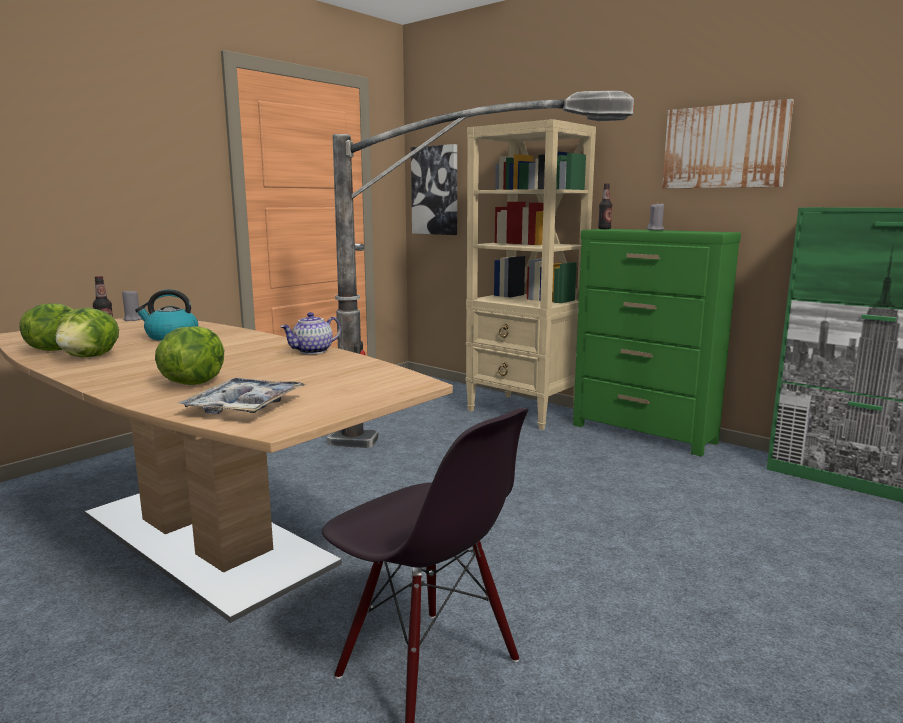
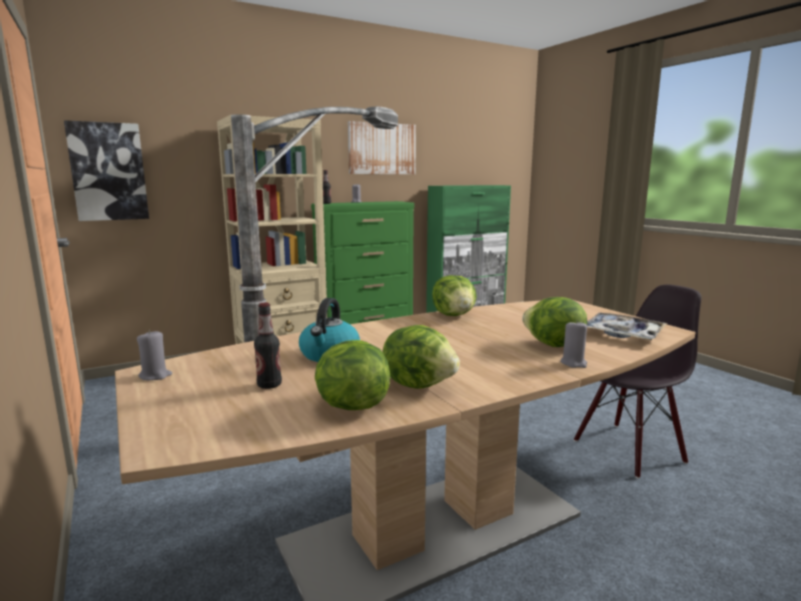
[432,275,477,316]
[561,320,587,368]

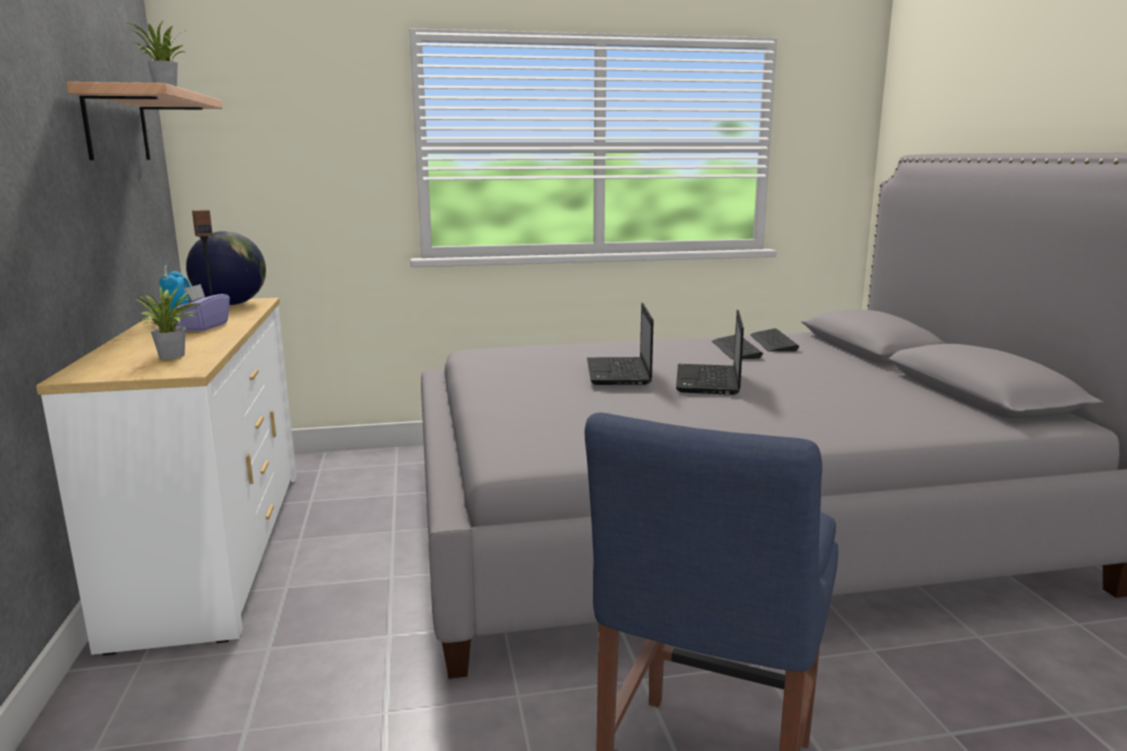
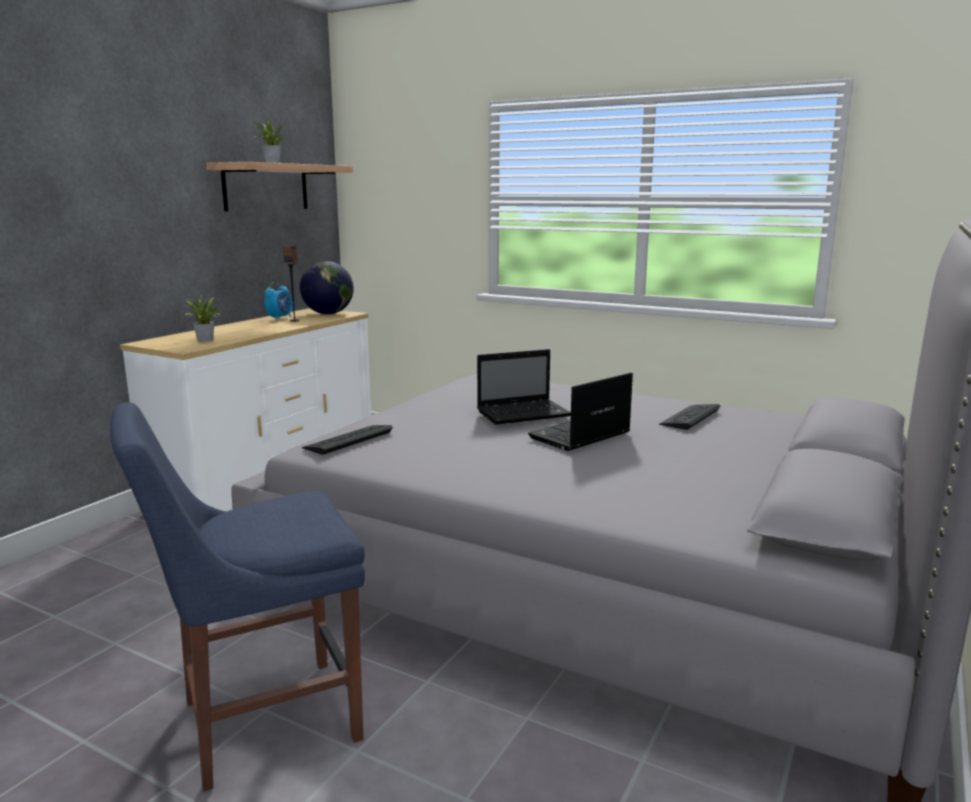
[302,425,393,455]
[477,349,571,425]
[170,284,230,331] (first image)

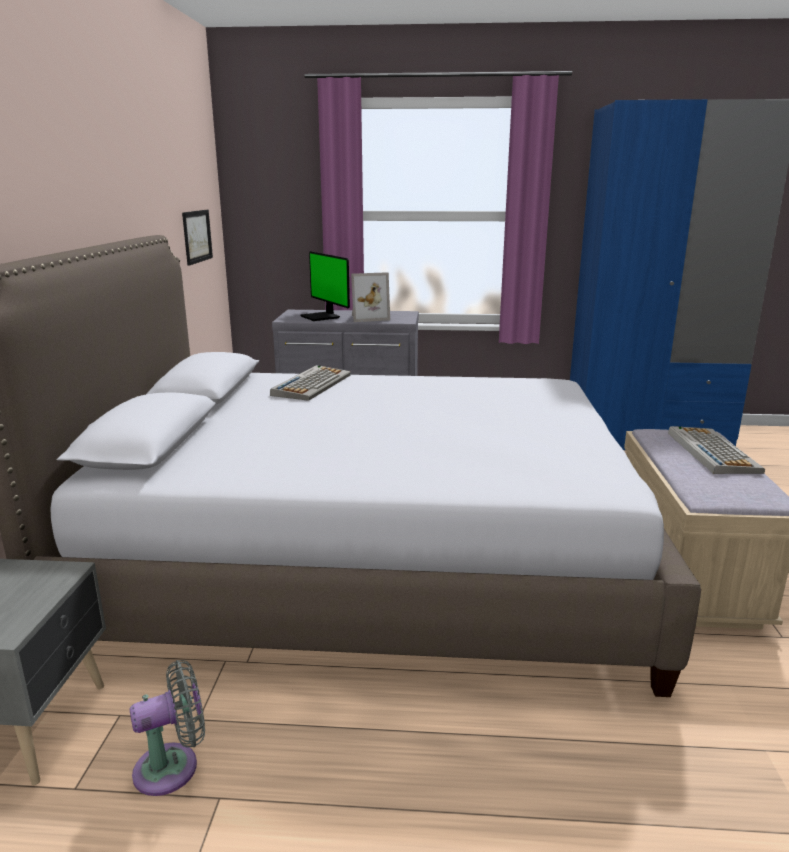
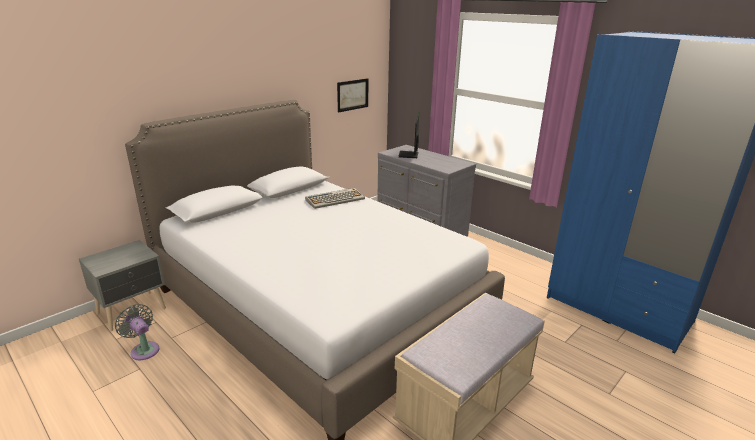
[115,304,159,360]
[351,272,390,322] (first image)
[668,426,765,474] (first image)

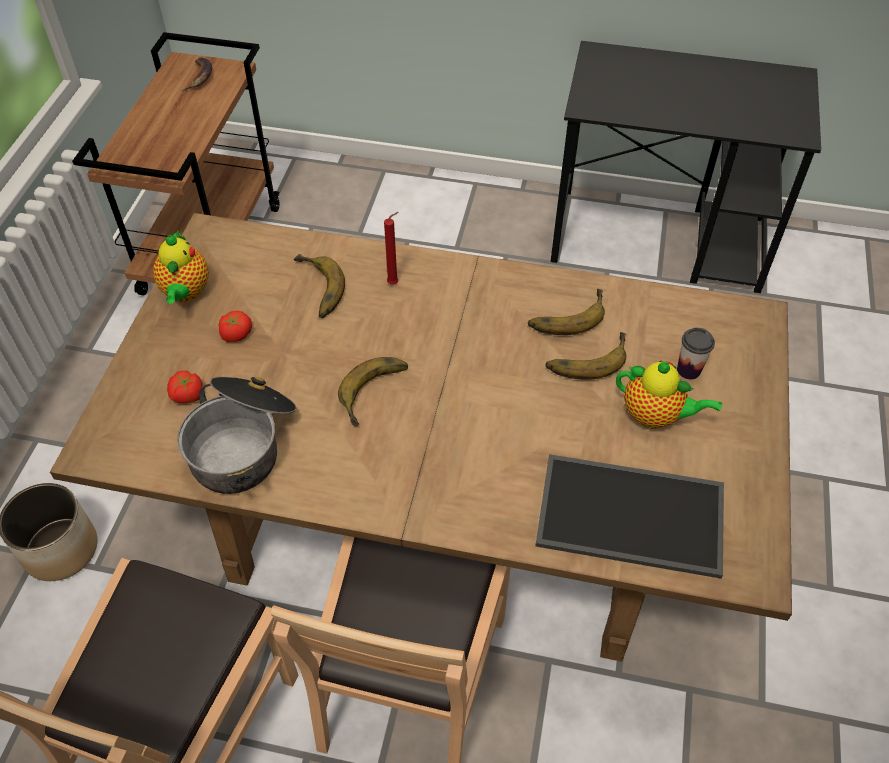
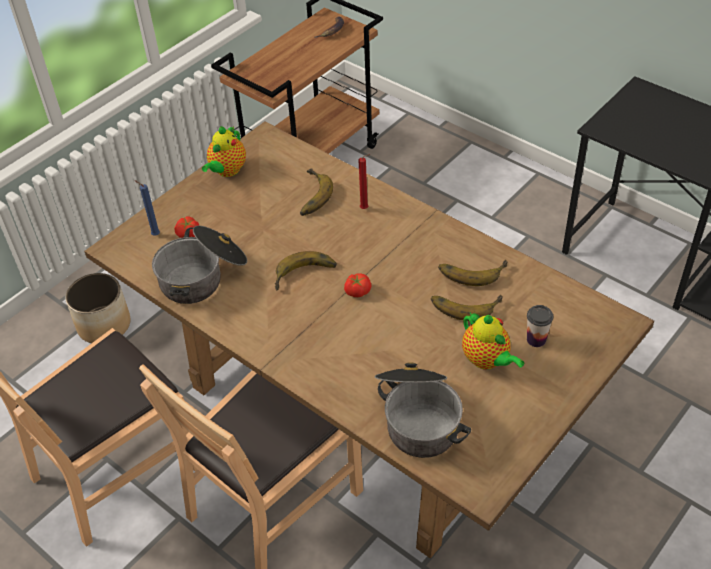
[134,180,160,236]
[344,273,372,297]
[375,363,471,458]

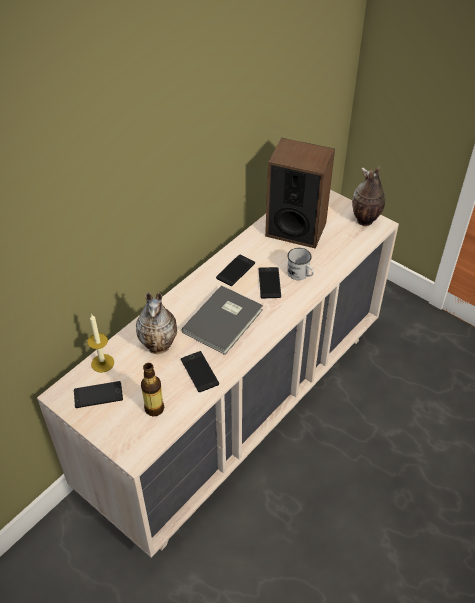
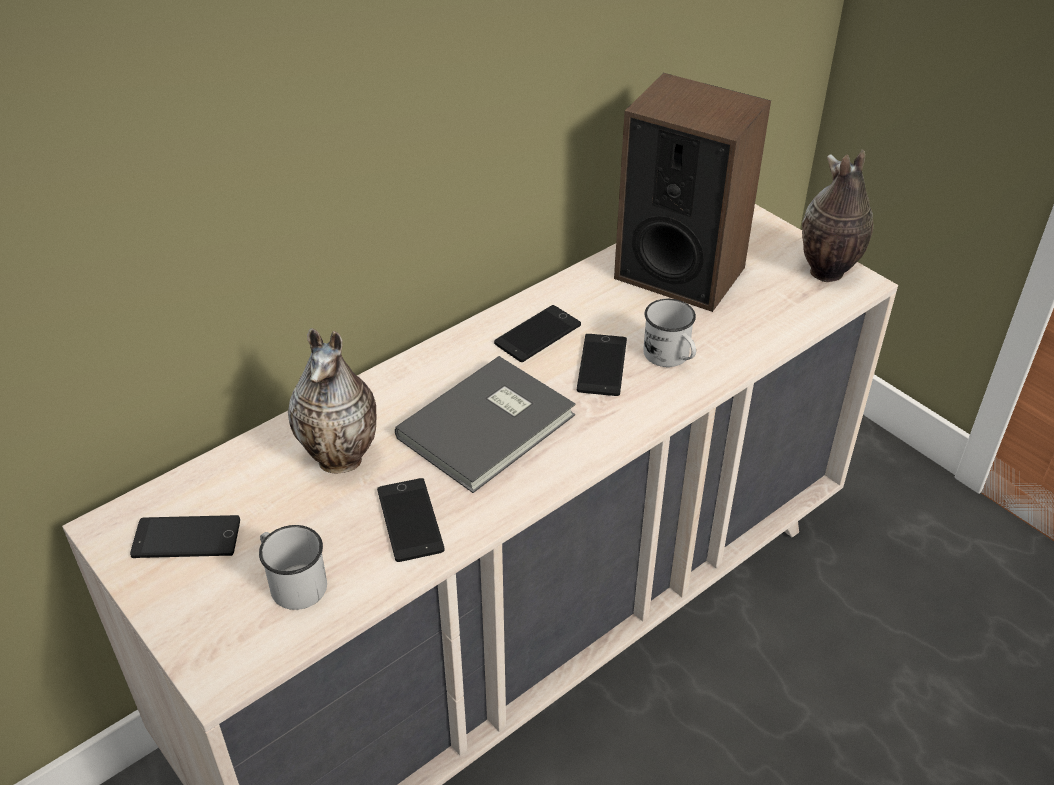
[259,525,327,610]
[88,315,114,373] (first image)

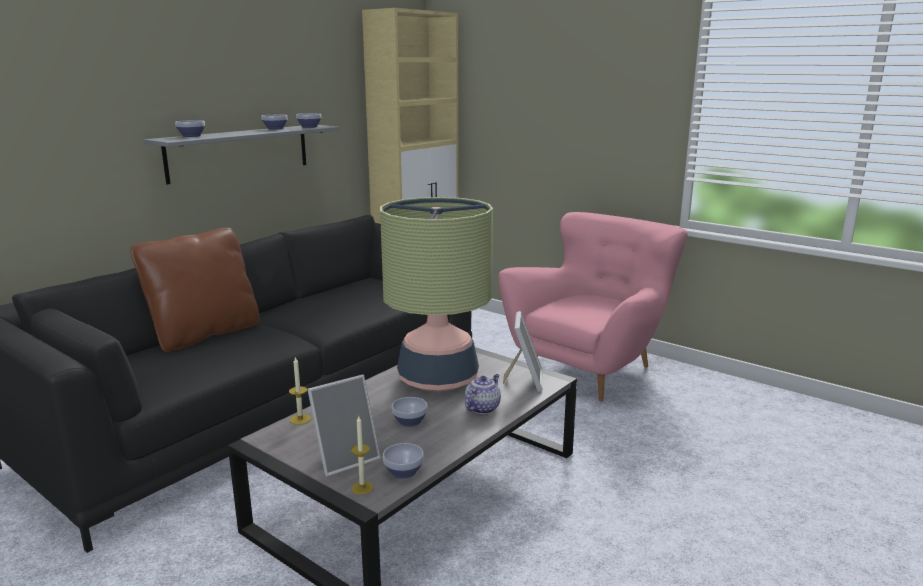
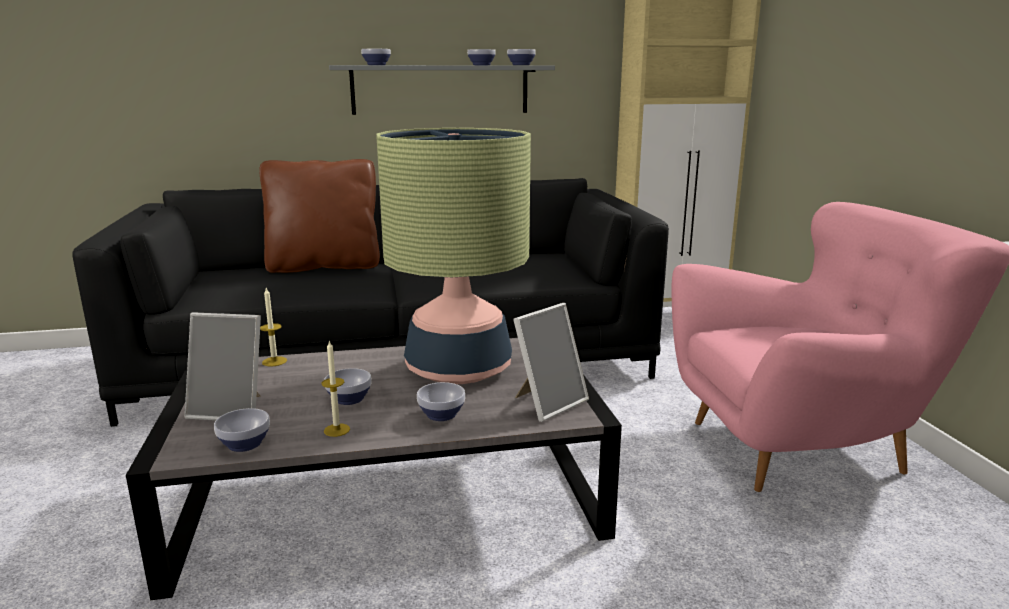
[321,340,350,437]
[417,382,465,421]

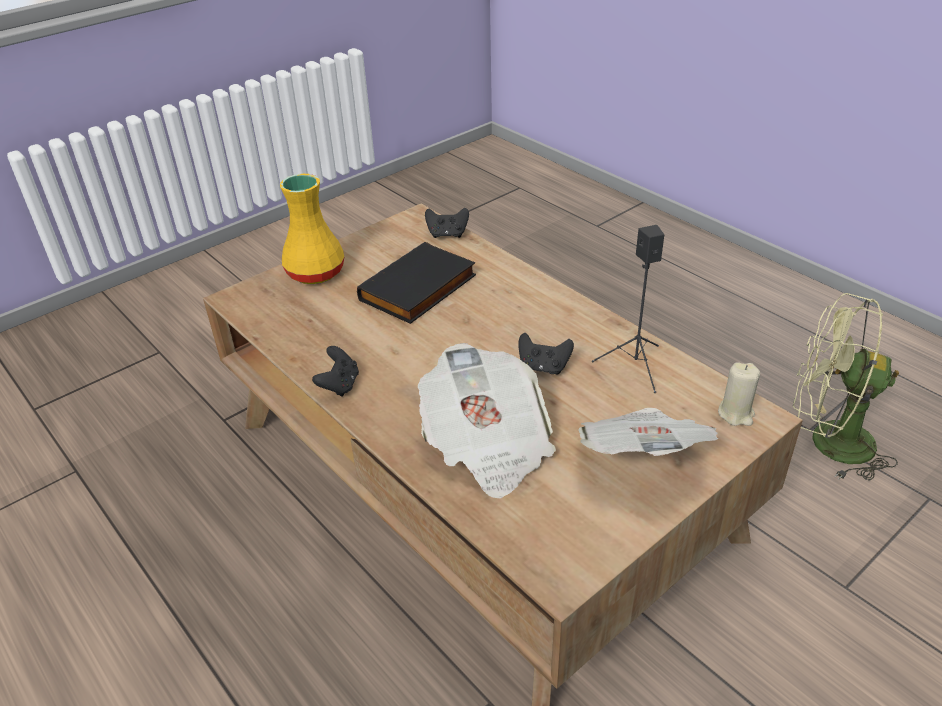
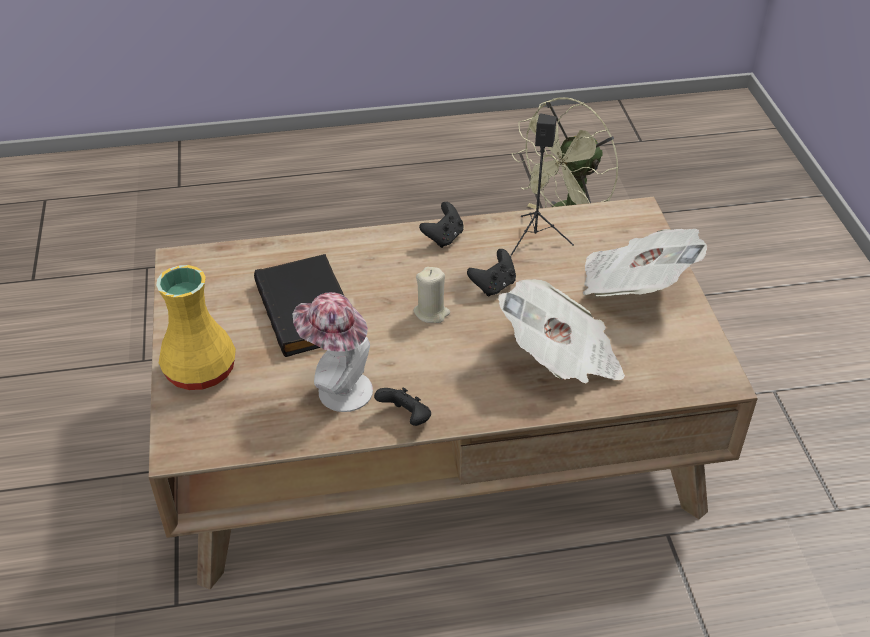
[293,292,373,412]
[413,267,450,323]
[419,202,463,248]

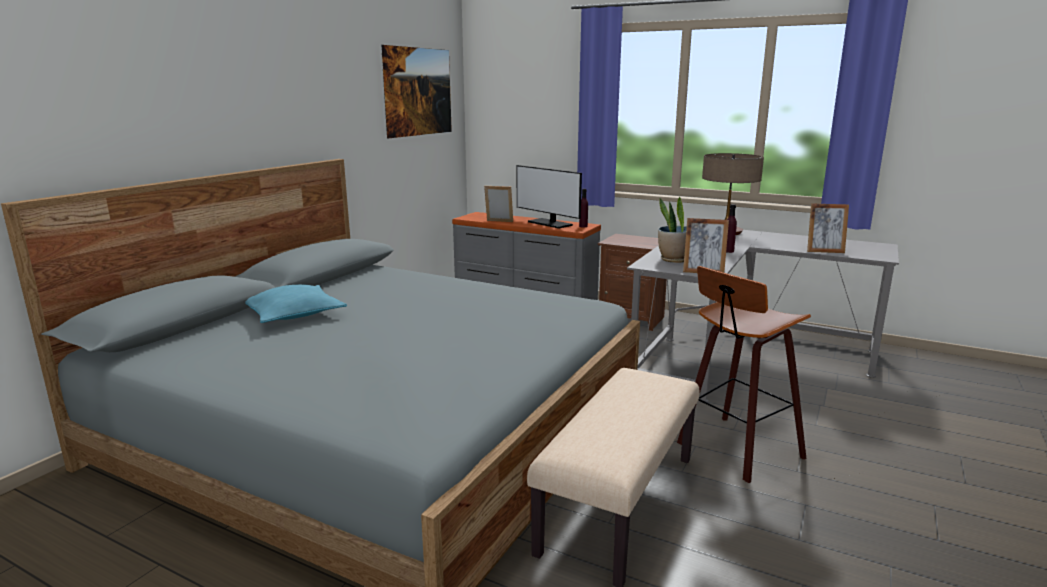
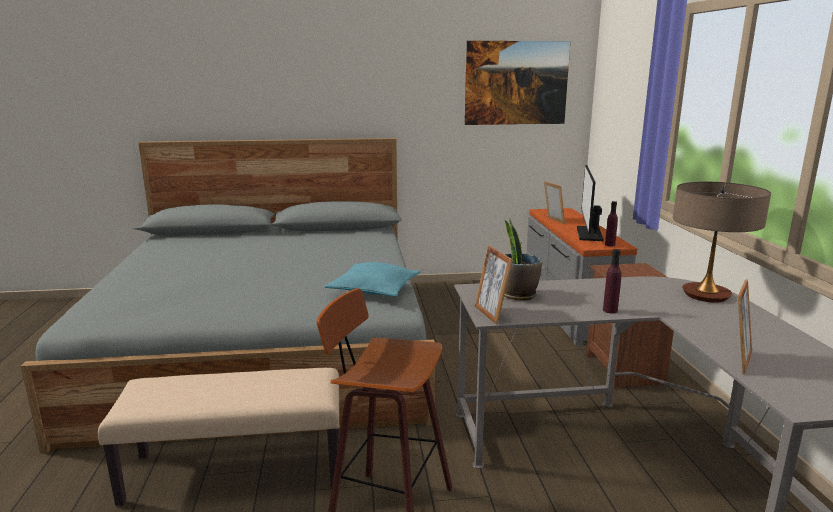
[325,262,421,297]
[738,279,752,374]

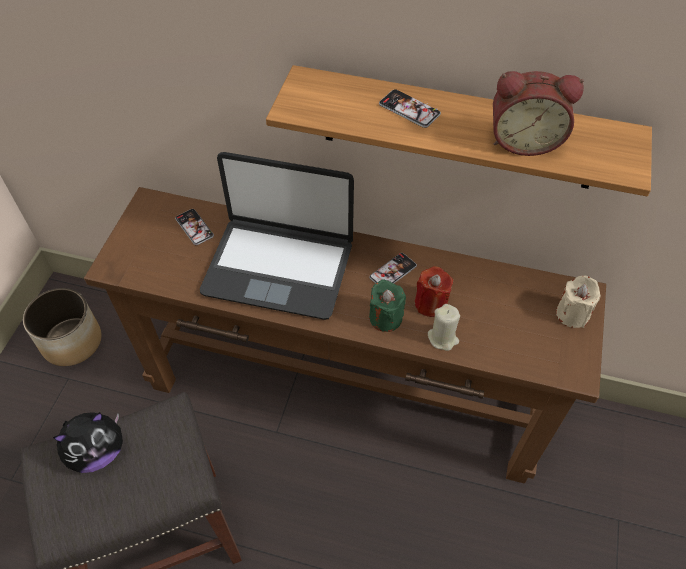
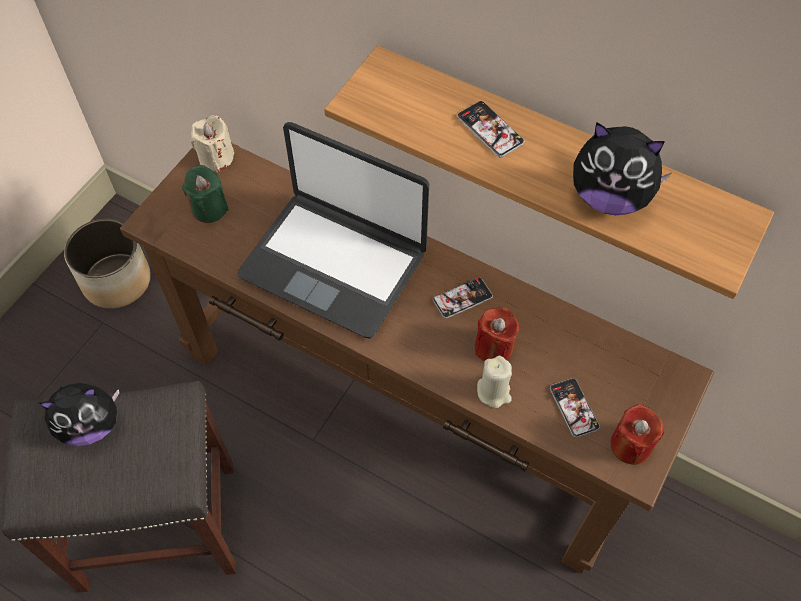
[182,165,229,223]
[191,115,234,172]
[550,378,600,438]
[573,122,671,215]
[611,404,664,465]

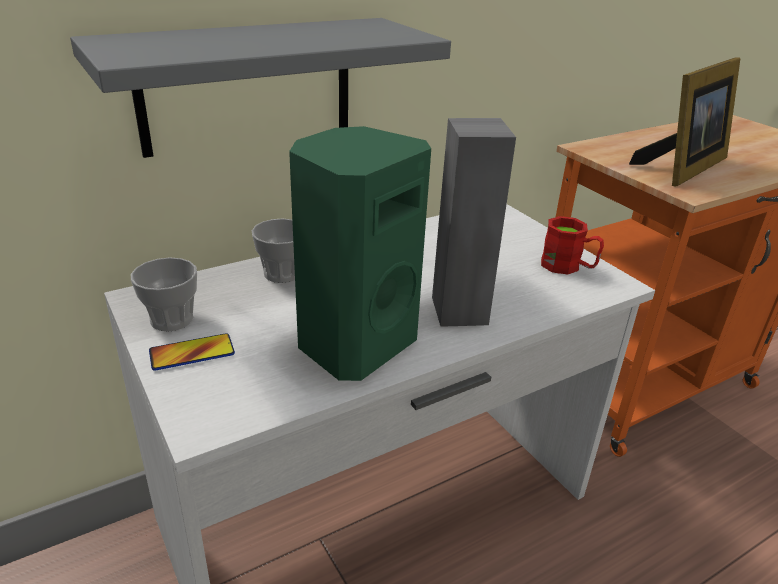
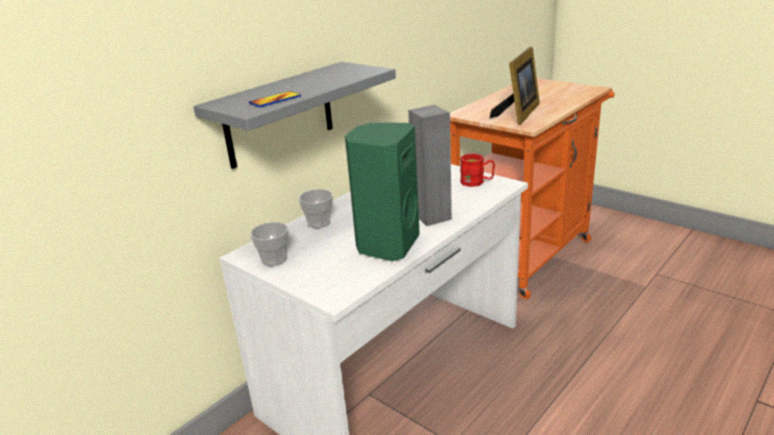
[249,91,301,107]

